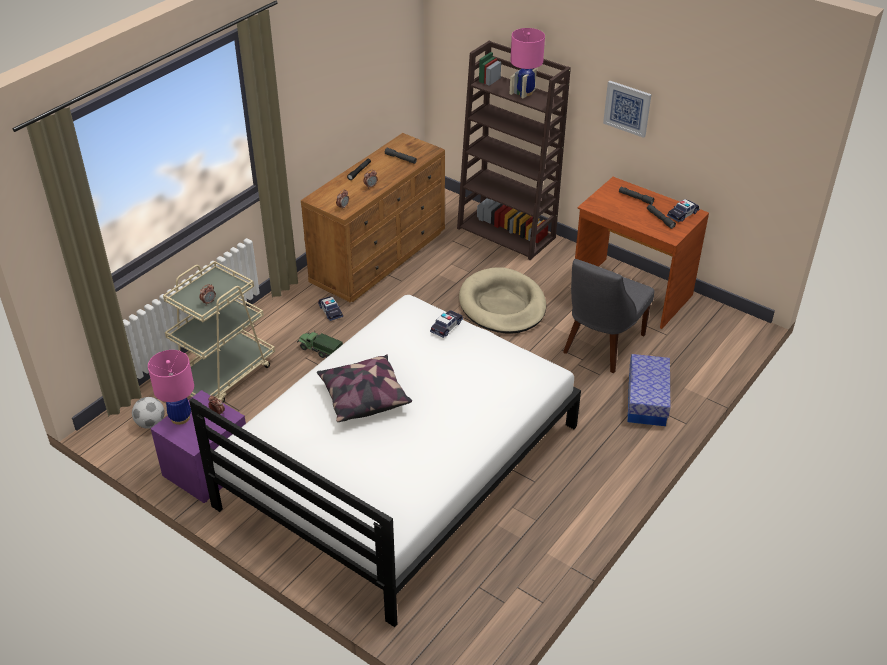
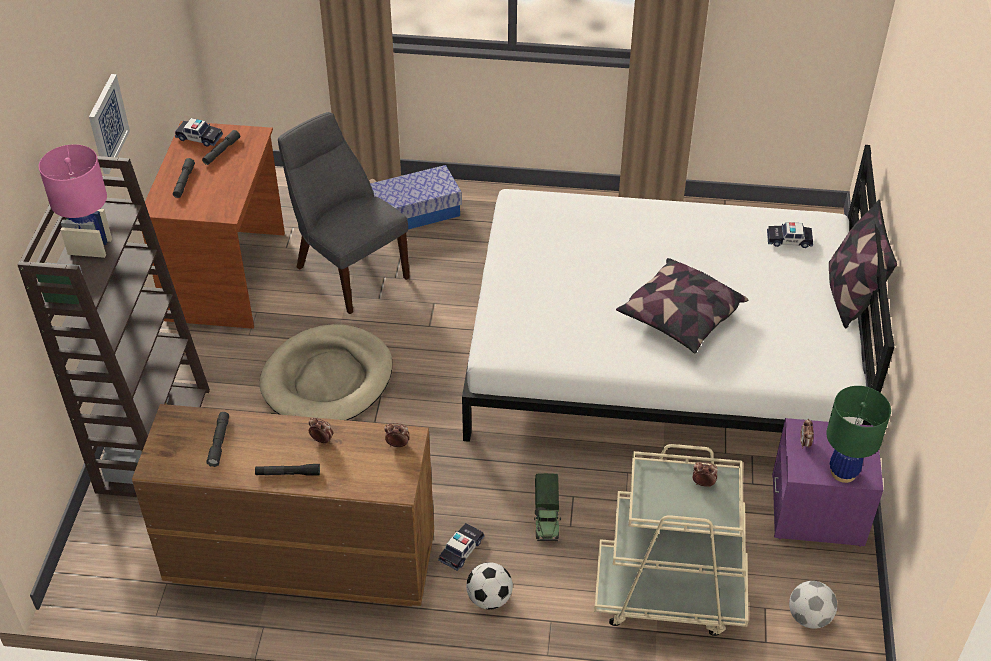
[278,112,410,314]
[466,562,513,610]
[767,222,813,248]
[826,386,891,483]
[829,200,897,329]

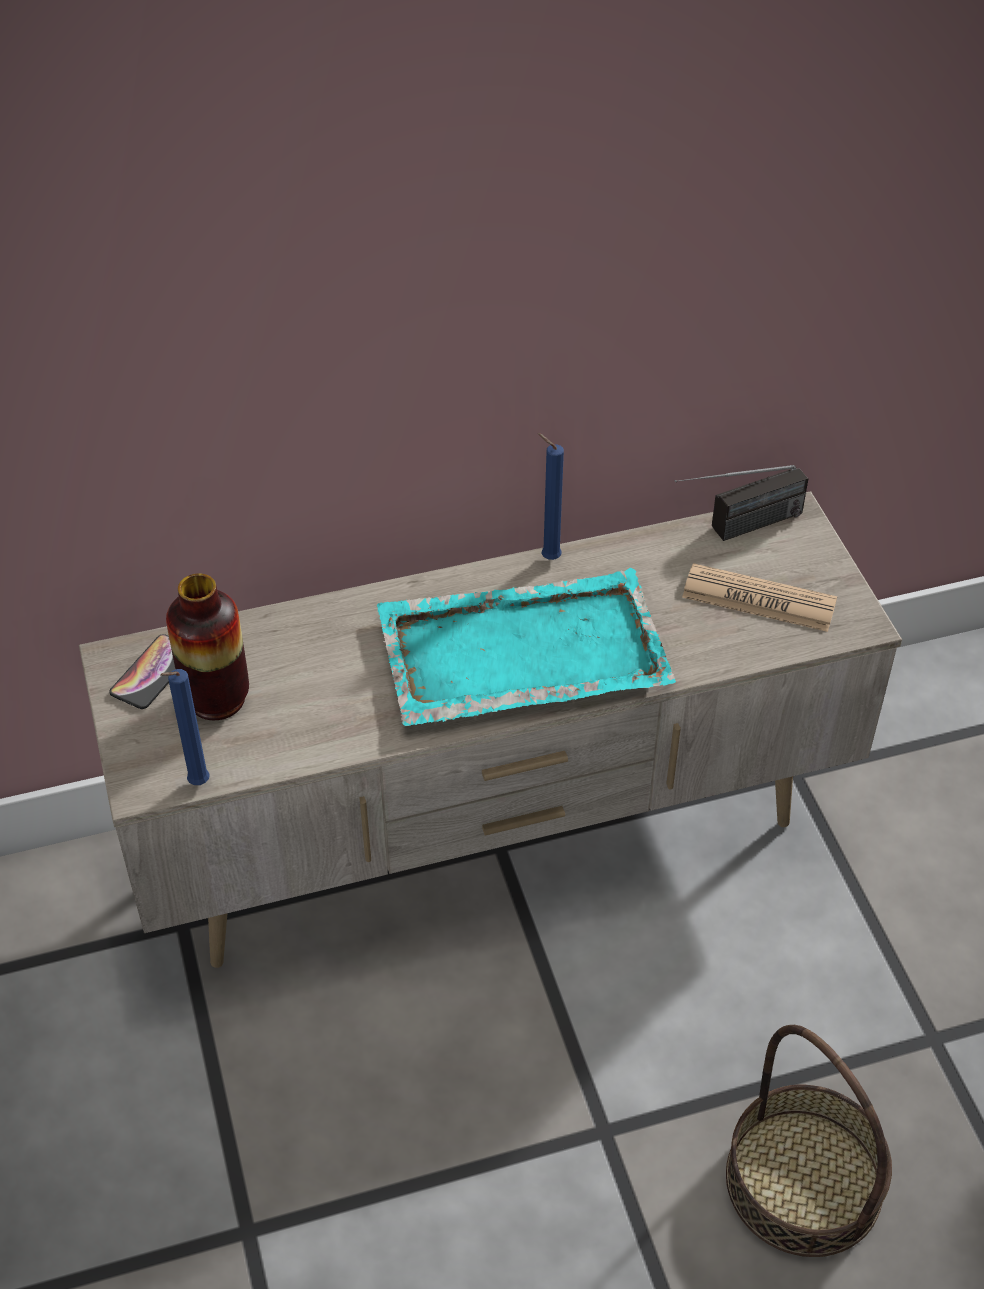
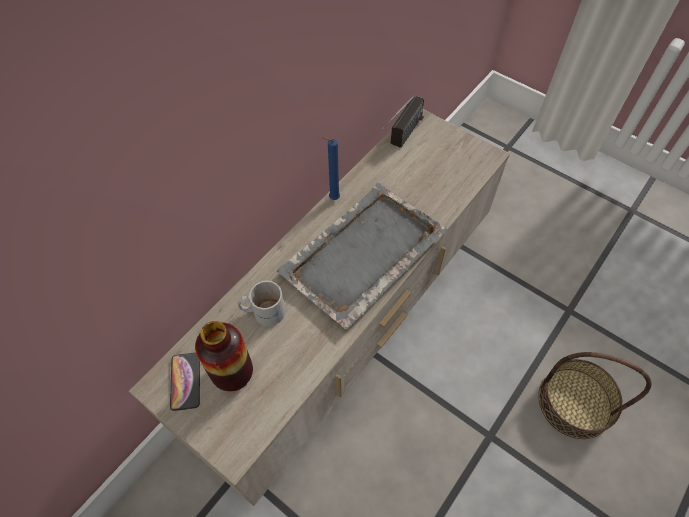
[237,281,286,326]
[277,183,447,329]
[160,669,210,785] (first image)
[682,563,837,632] (first image)

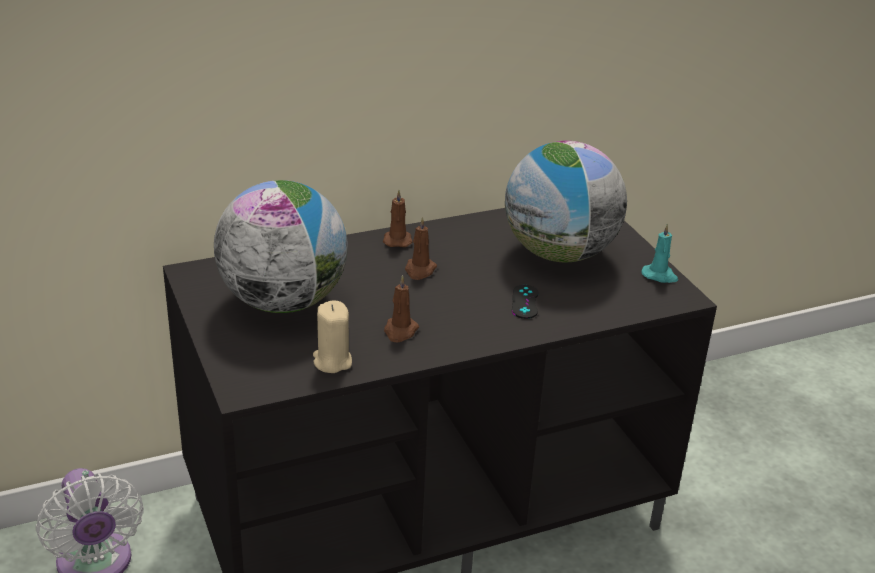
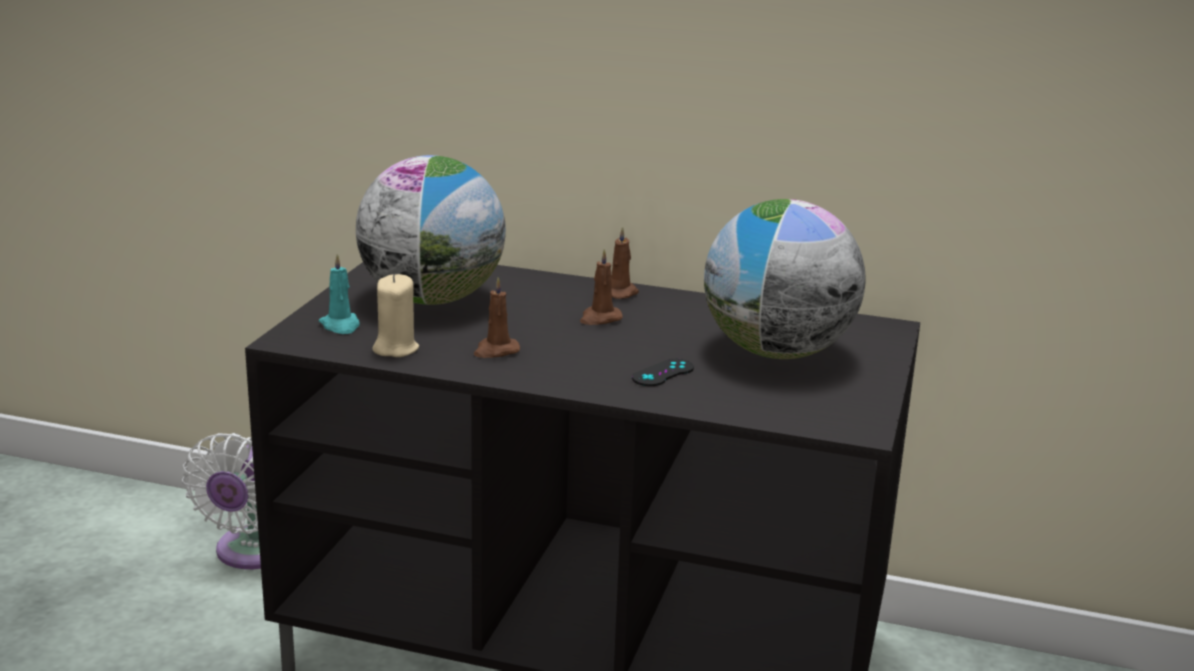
[319,254,360,334]

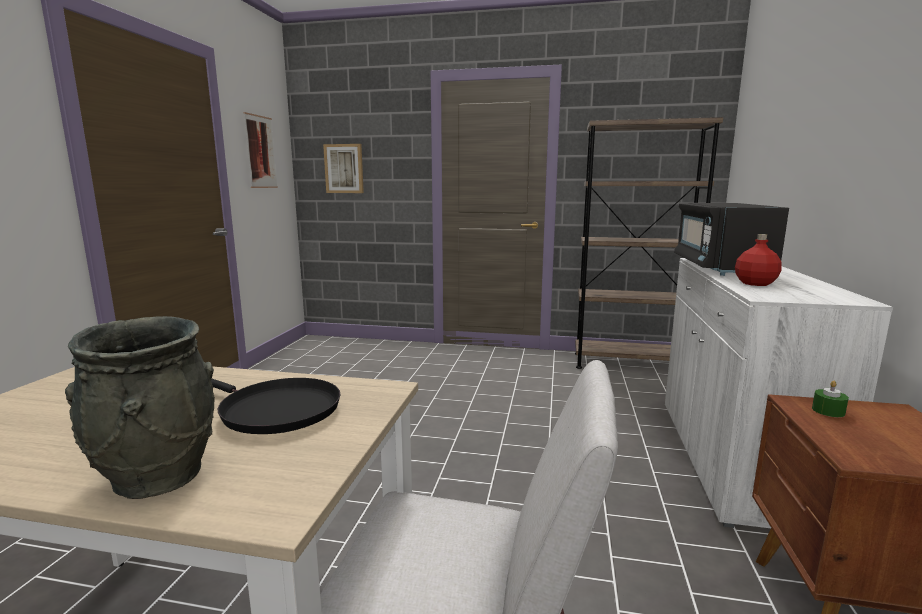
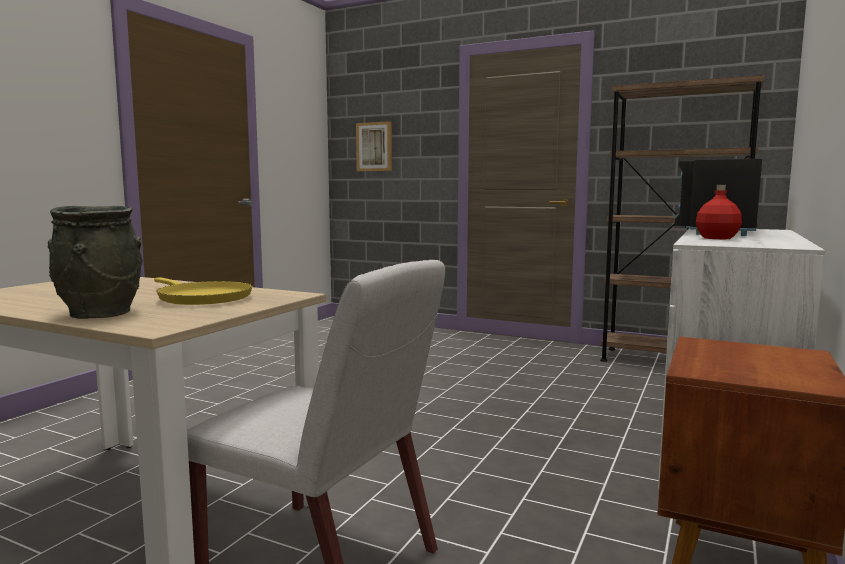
[154,277,252,305]
[244,112,278,188] (first image)
[812,381,849,417] (first image)

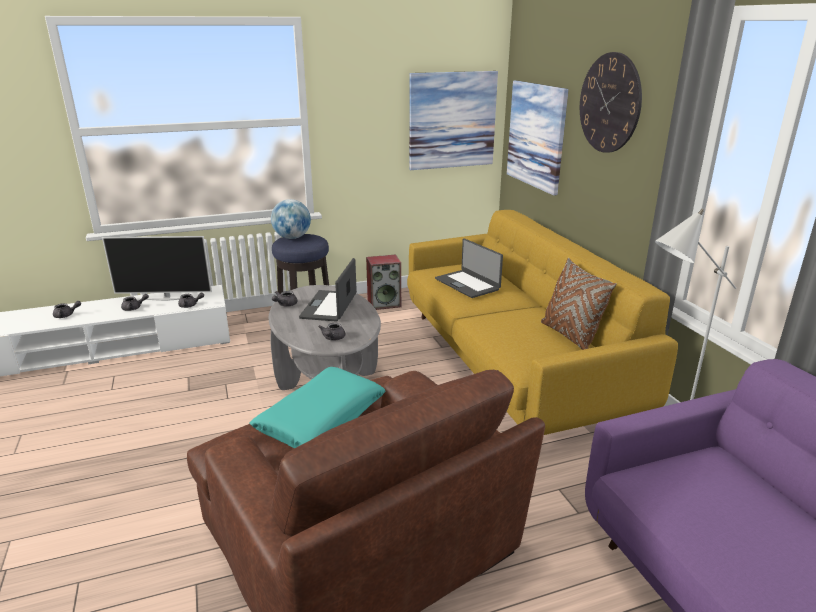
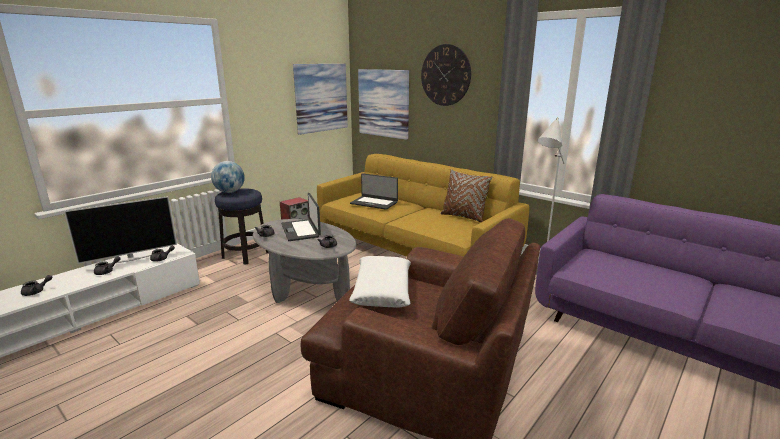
[349,256,411,308]

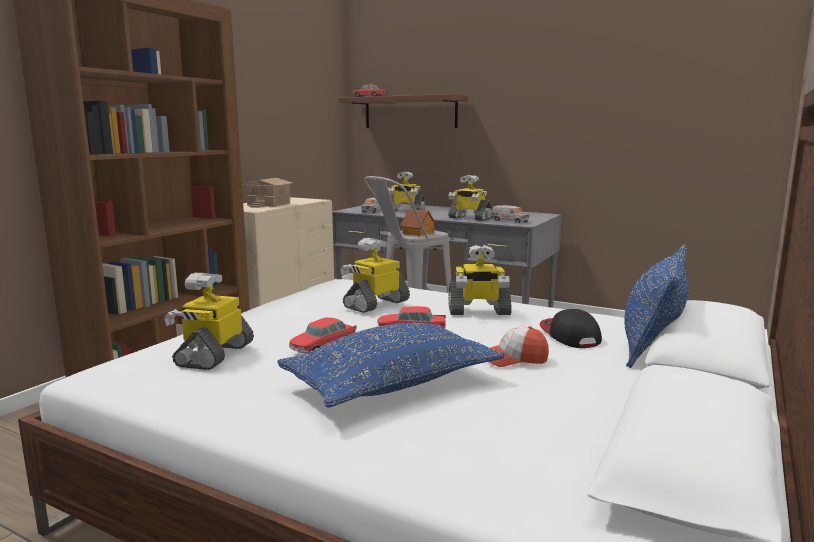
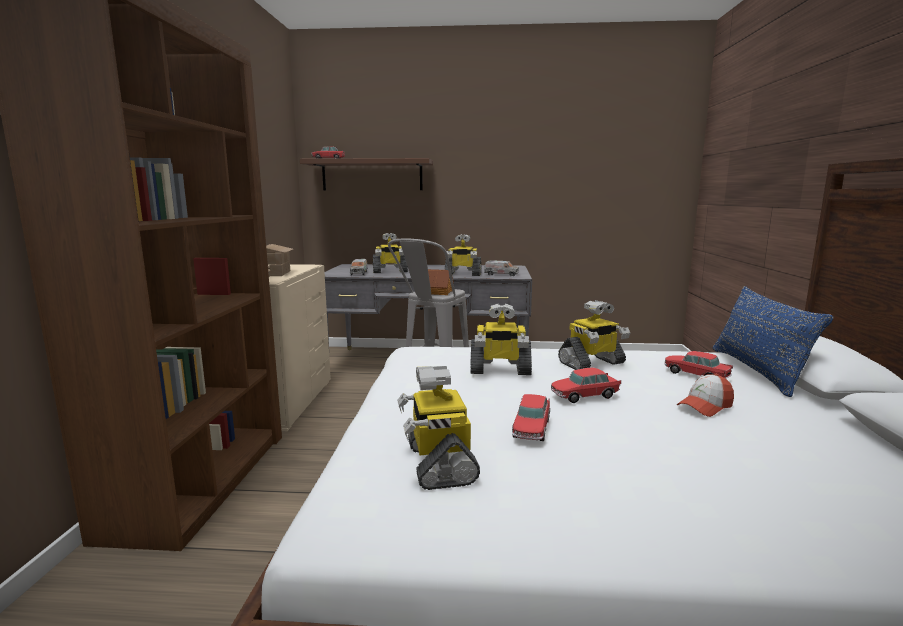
[470,303,532,375]
[665,351,733,379]
[277,323,505,408] (first image)

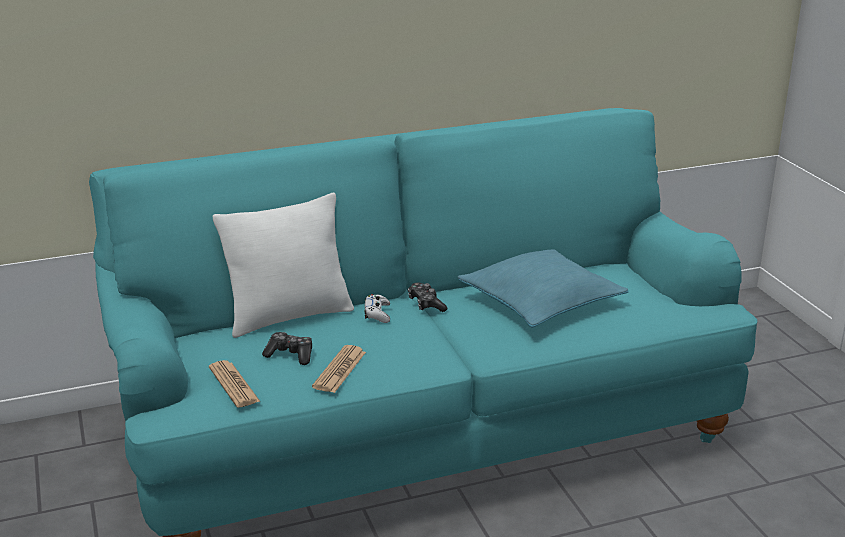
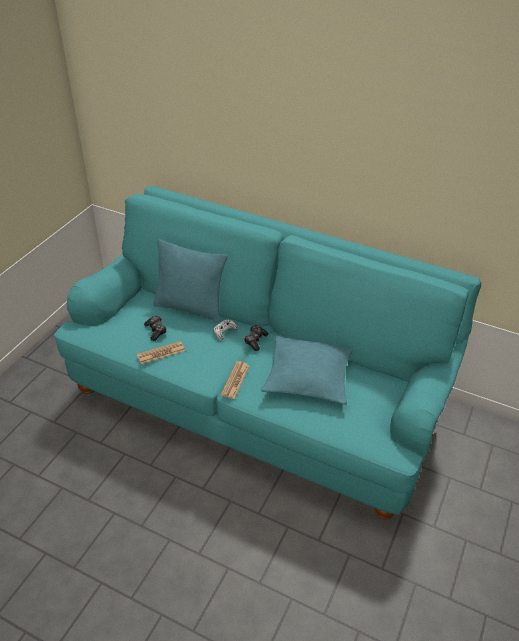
[153,239,228,323]
[221,361,249,399]

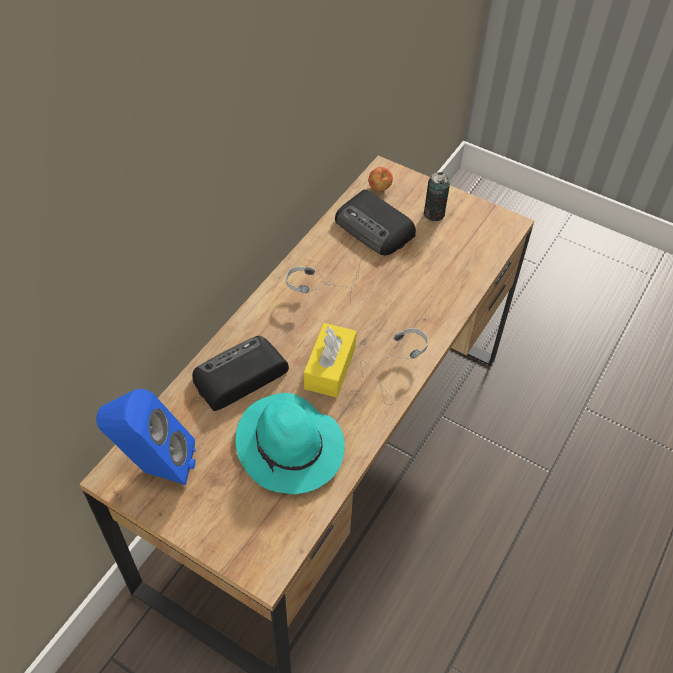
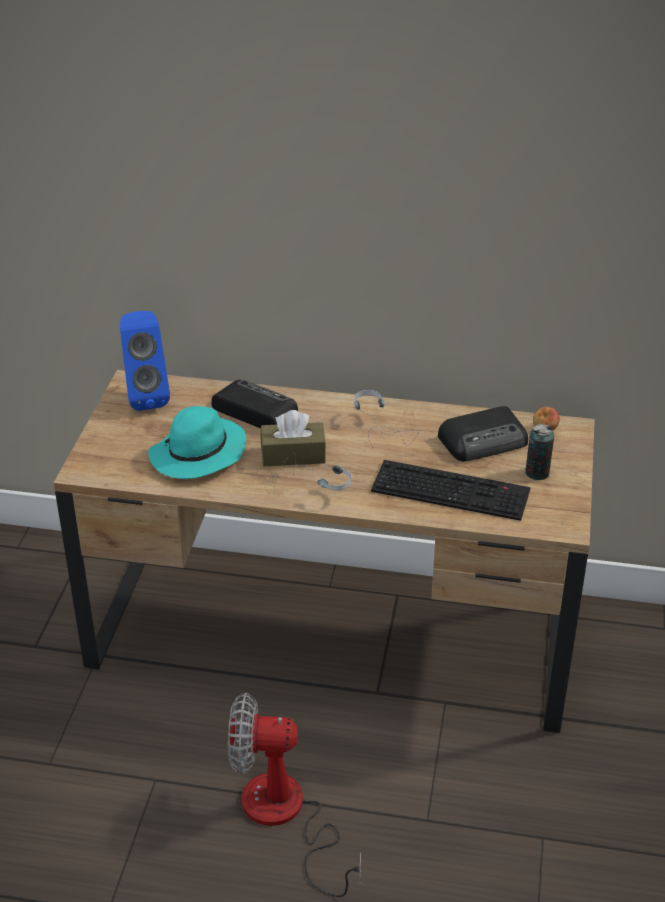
[228,693,361,897]
[260,410,326,466]
[371,460,531,521]
[438,406,528,462]

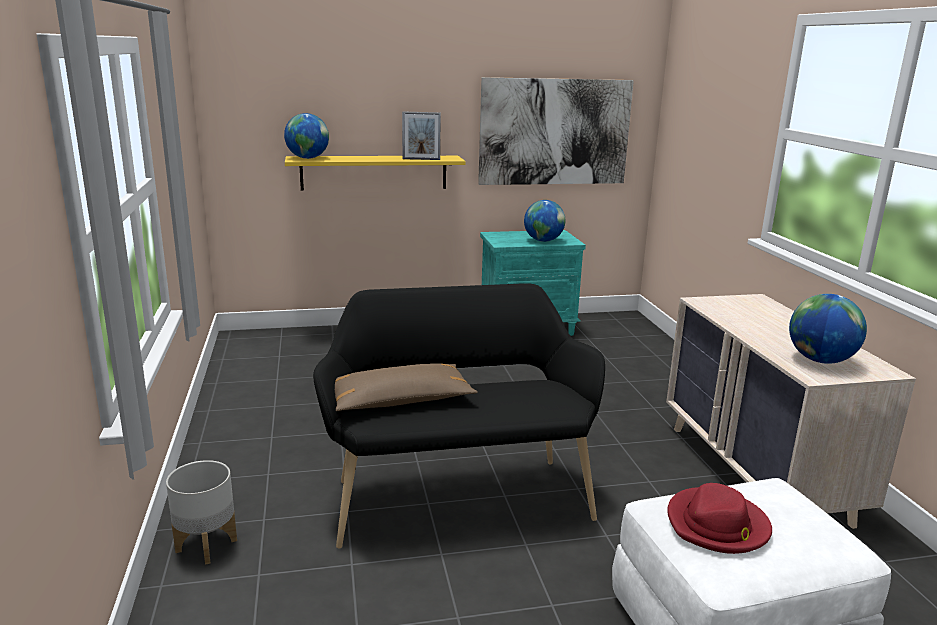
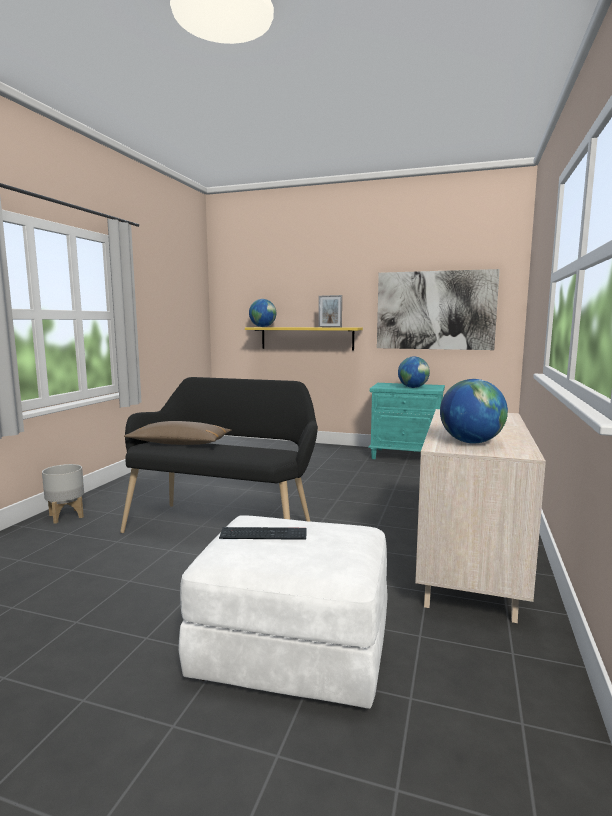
[219,527,307,540]

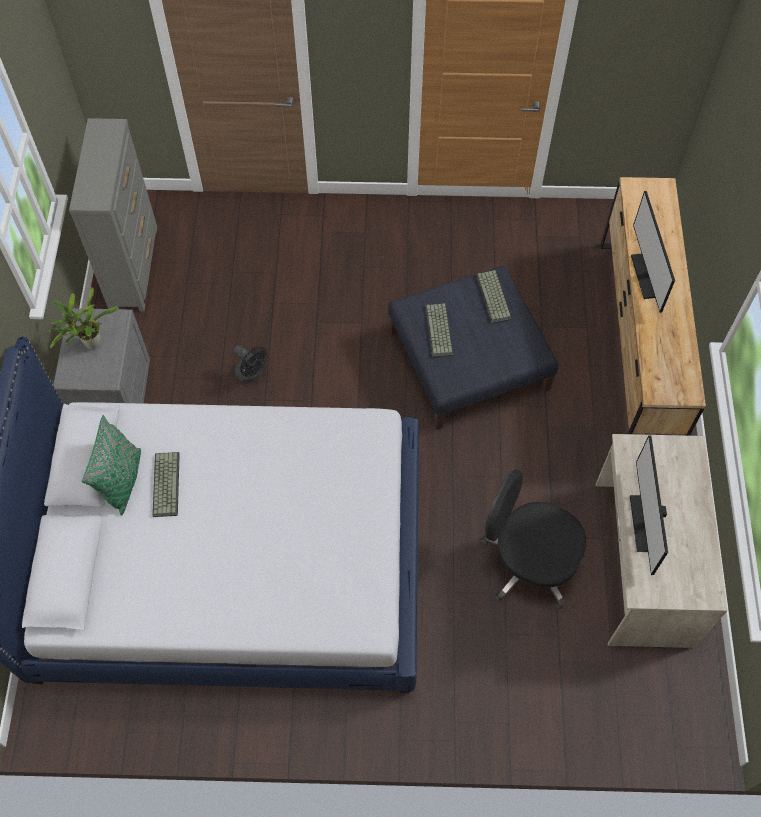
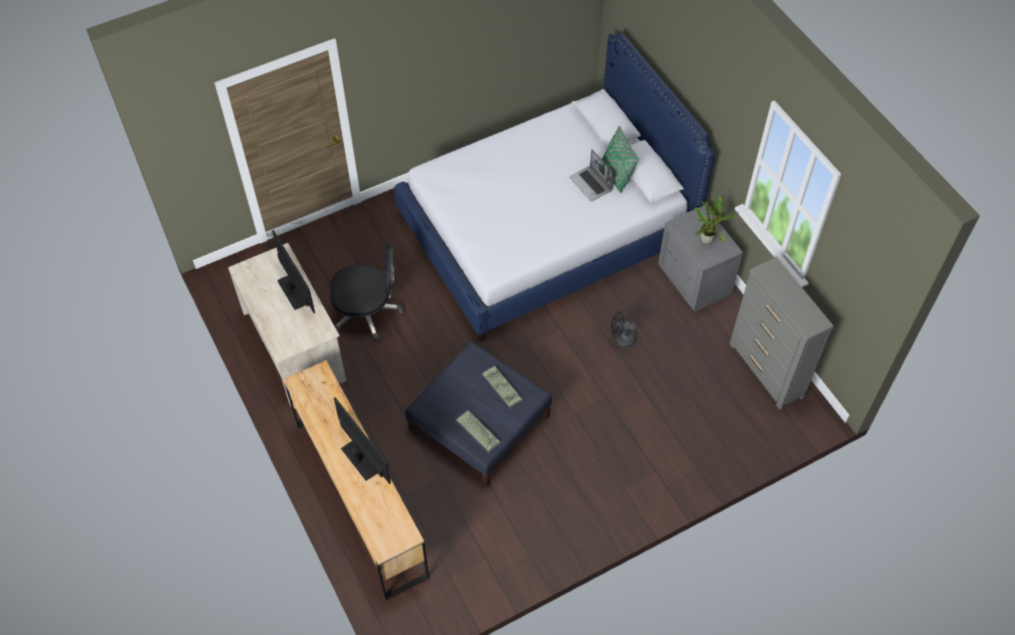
[569,149,614,201]

